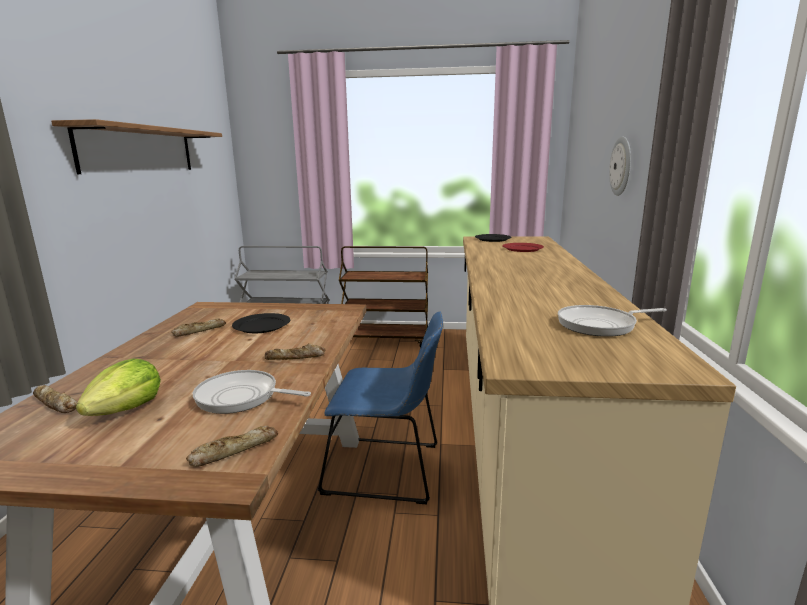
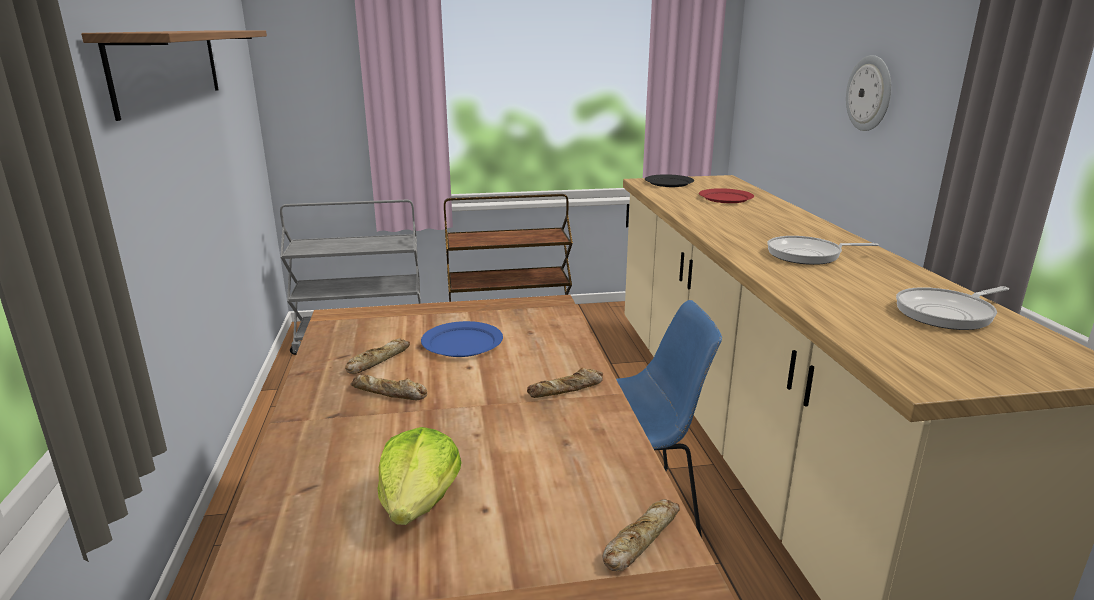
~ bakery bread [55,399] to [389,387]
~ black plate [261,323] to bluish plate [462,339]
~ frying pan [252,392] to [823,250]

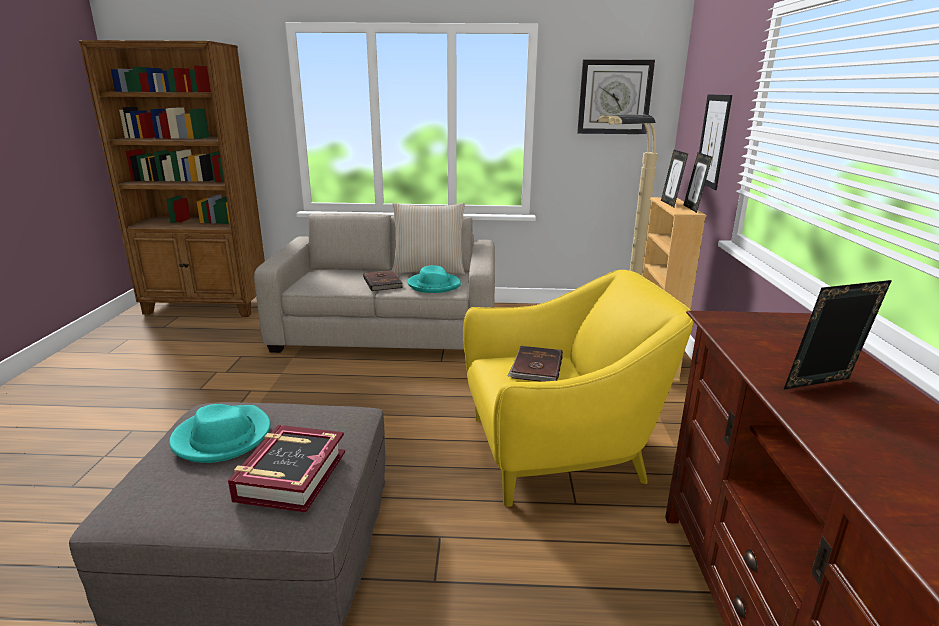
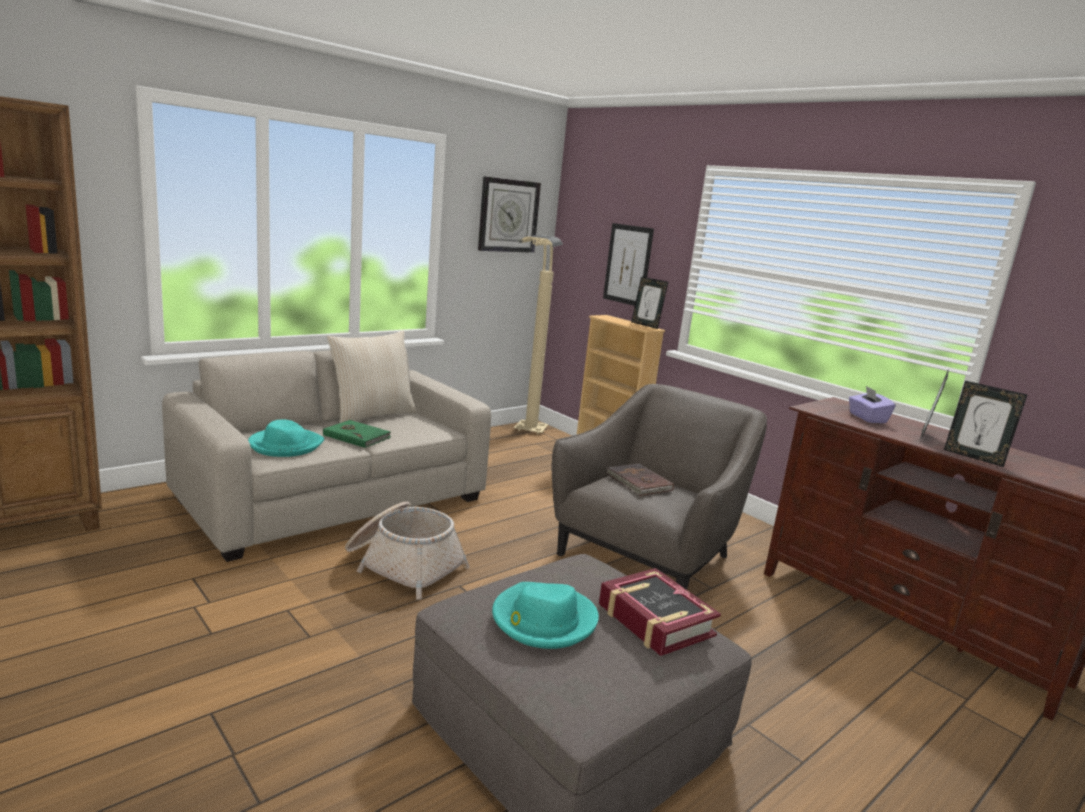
~ turquoise wearable hat [434,279] to [286,438]
~ brown-coloured volume [383,280] to green-coloured volume [357,434]
+ basket [407,551]
~ yellow-coloured armchair [578,388] to gray armchair [659,487]
+ purplish tissue box [872,404]
~ photo frame [674,178] to [985,424]

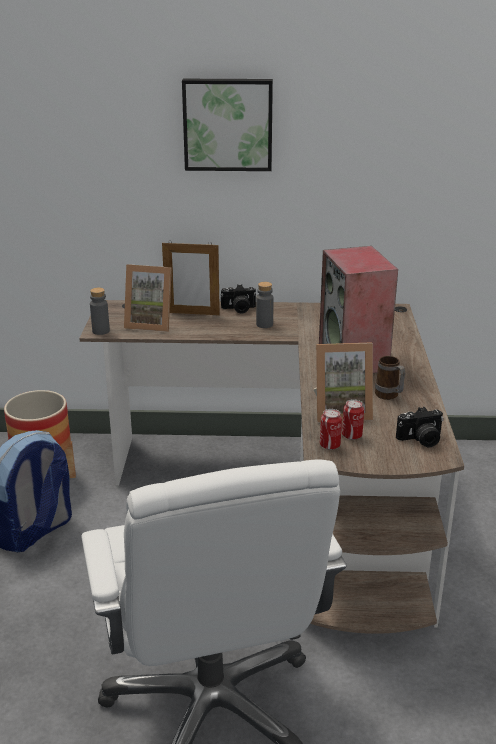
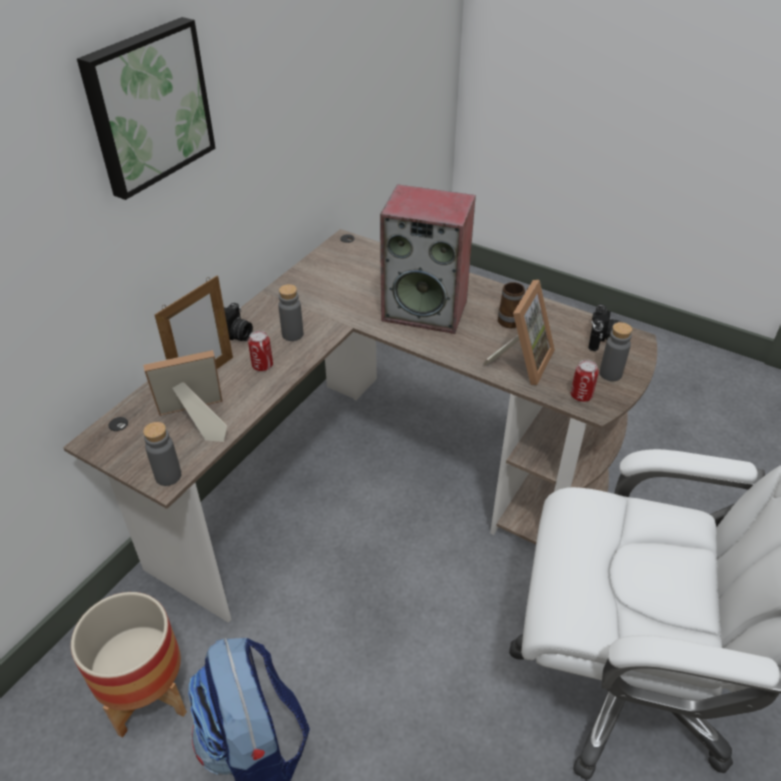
~ photo frame [148,298] = [185,396] 150 degrees counterclockwise
~ can [353,419] to [260,350]
+ gray beverage bottle [615,351]

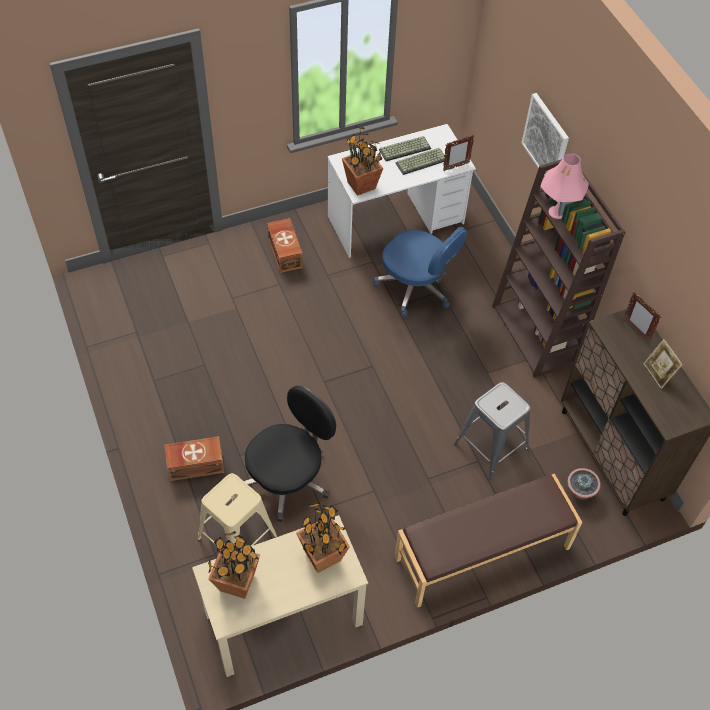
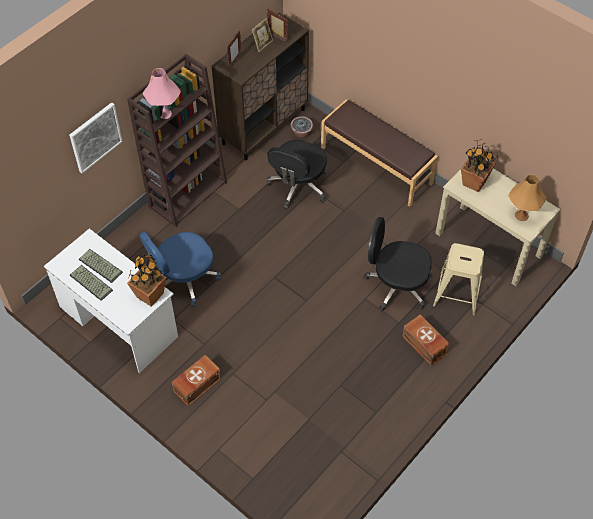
~ bluish office chair [420,272] = [180,269] 135 degrees counterclockwise
~ photo frame [458,153] to [277,26]
~ gray stool seat [492,431] to black office chair [297,175]
~ plant in a pot [234,565] to orangey table lamp [527,198]

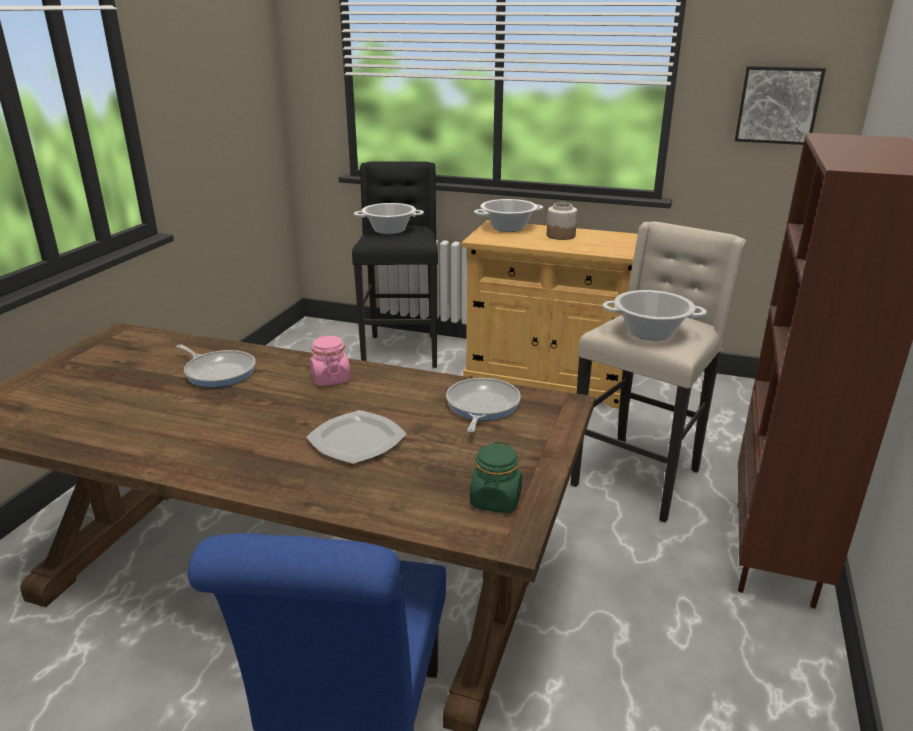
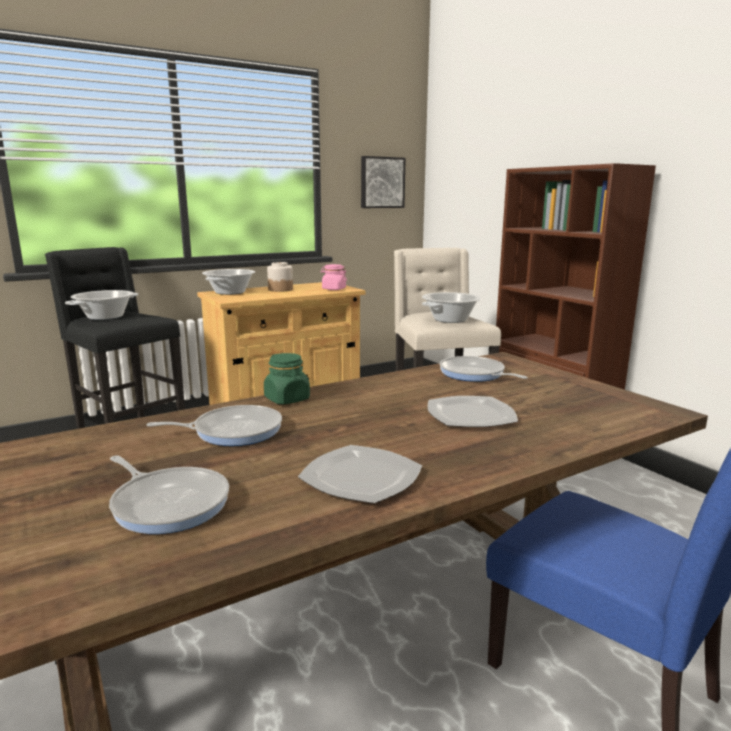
+ frying pan [169,494]
~ green-coloured storage jar [496,477] to [287,378]
+ plate [360,474]
~ pink storage jar [330,361] to [334,277]

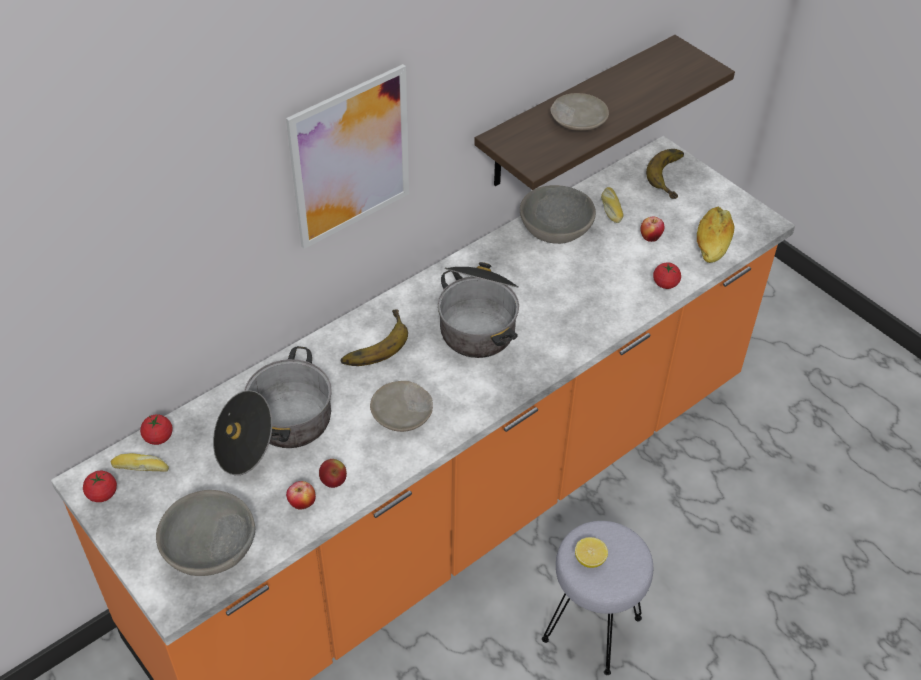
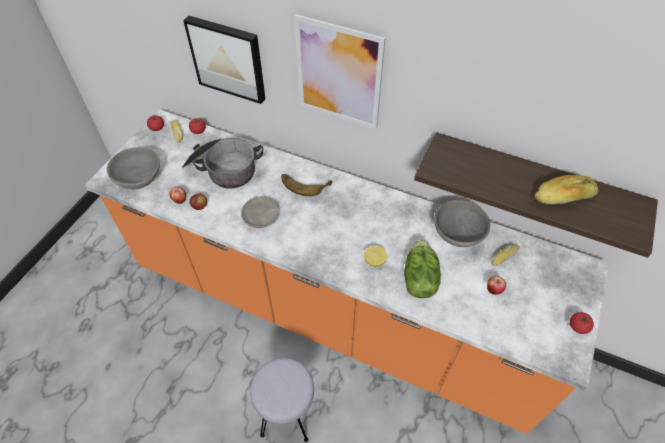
+ wall picture [224,60]
~ whole lemon [591,552] to [375,256]
+ lettuce [422,269]
~ bakery bread [715,235] to [566,189]
~ fresh tomato [667,275] to [582,323]
- saucepot [478,310]
- beige-coloured plate [579,112]
- banana fruit [665,174]

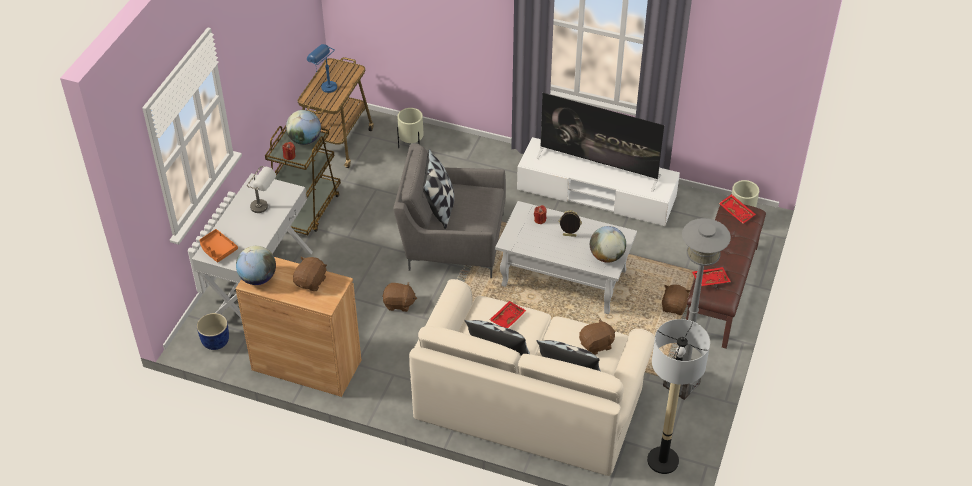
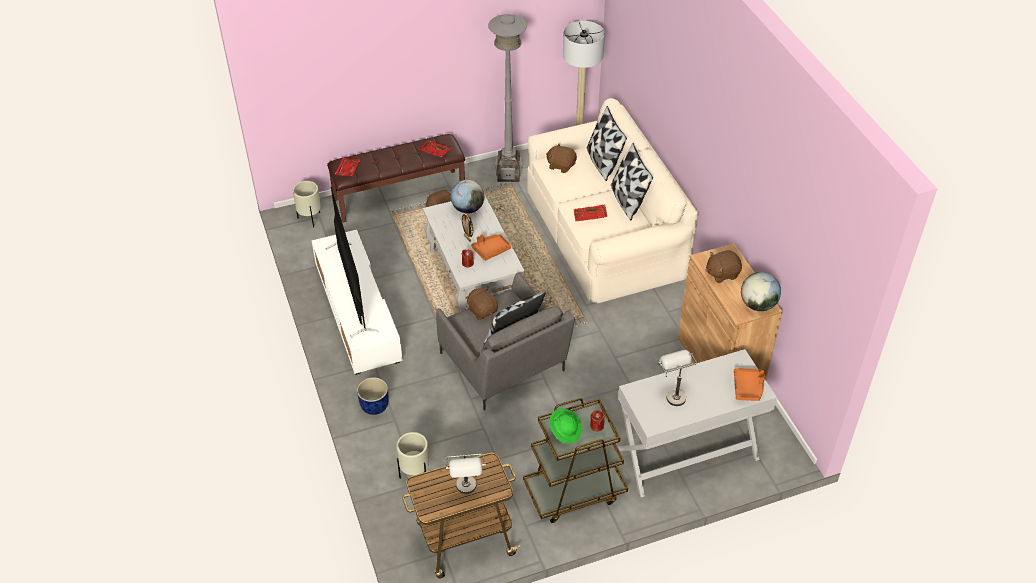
~ bluish planter [213,331] to [373,396]
~ bluish table lamp [322,68] to gray table lamp [466,474]
~ brown-coloured plush toy [399,297] to [482,303]
+ orangey tray [491,247]
~ globe [303,127] to green-coloured wearable hat [565,426]

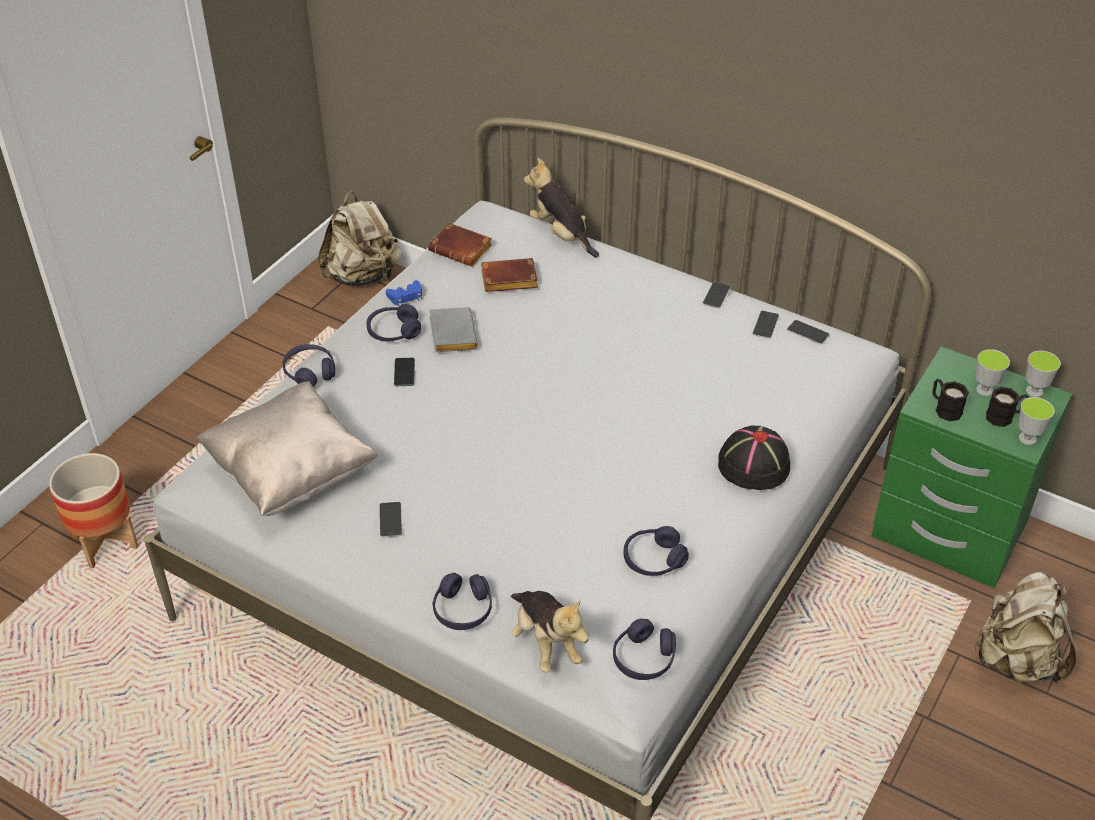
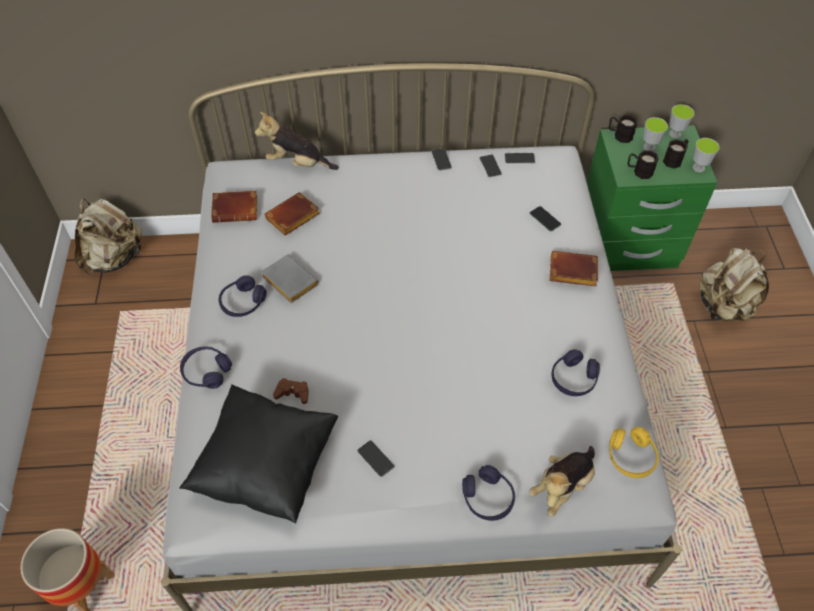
~ beige-coloured pillow [286,448] to black pillow [258,453]
+ brown-coloured game controller [291,391]
~ plush toy [550,632] = [562,481] 105 degrees clockwise
~ phone [404,372] to [545,218]
~ black wearable hat [754,458] to brown-coloured volume [574,268]
+ black coffee mug [623,129]
~ purplish headset [644,649] to yellow-coloured headset [634,452]
- bluish game controller [404,293]

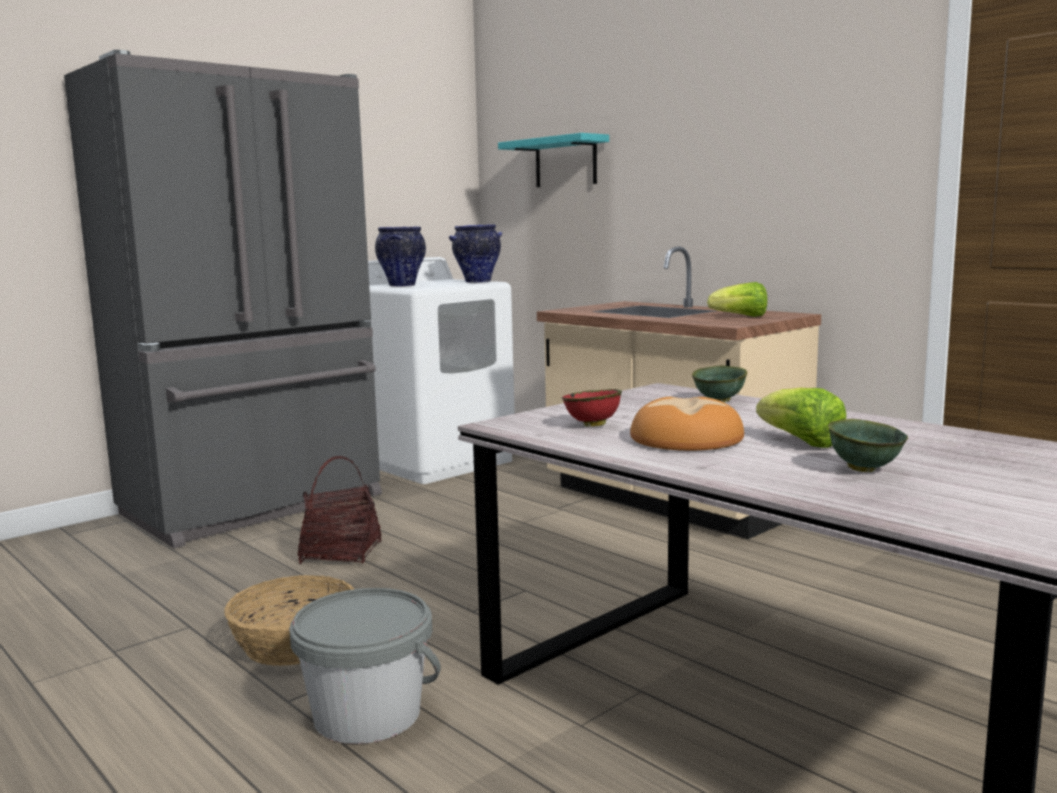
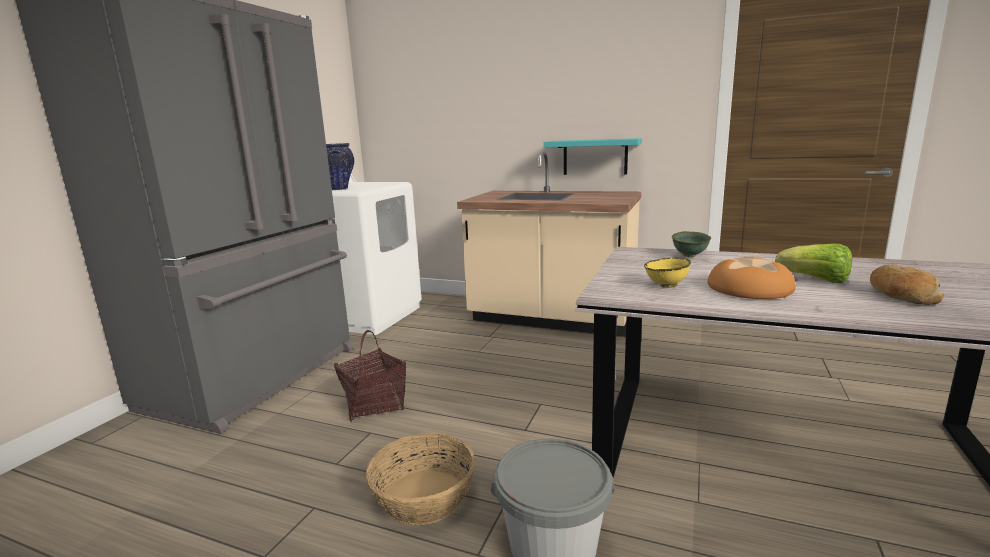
~ turquoise bracket shelf [553,160] to [593,156]
~ red-coloured deep dish [592,408] to yellow-coloured deep dish [667,272]
~ green-coloured deep dish [868,445] to bakery bread [907,284]
- decorative vase [475,254]
- lettuce [737,299]

